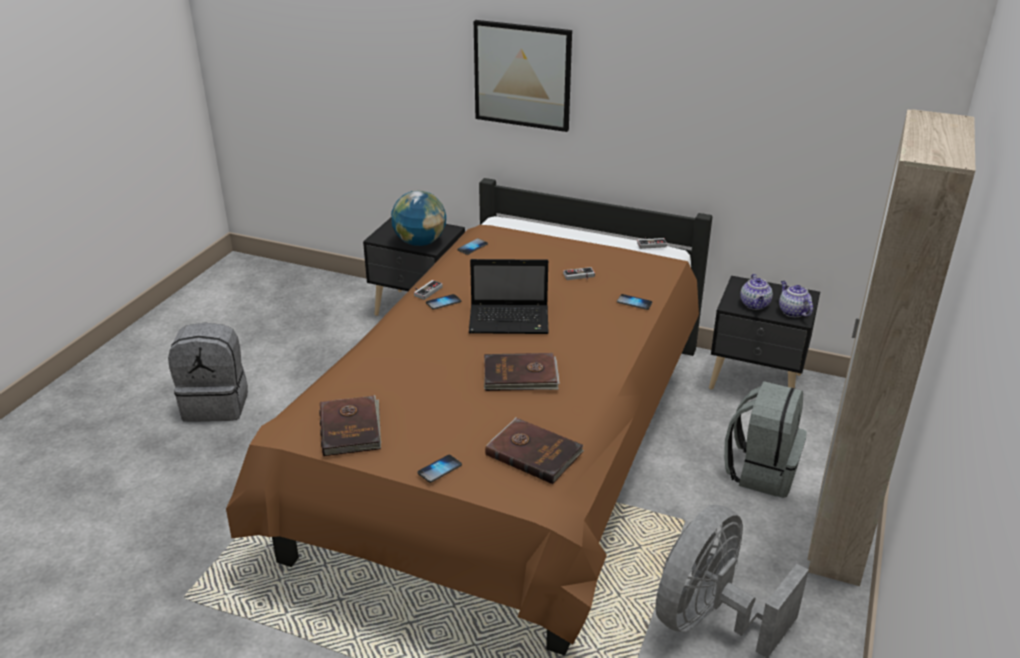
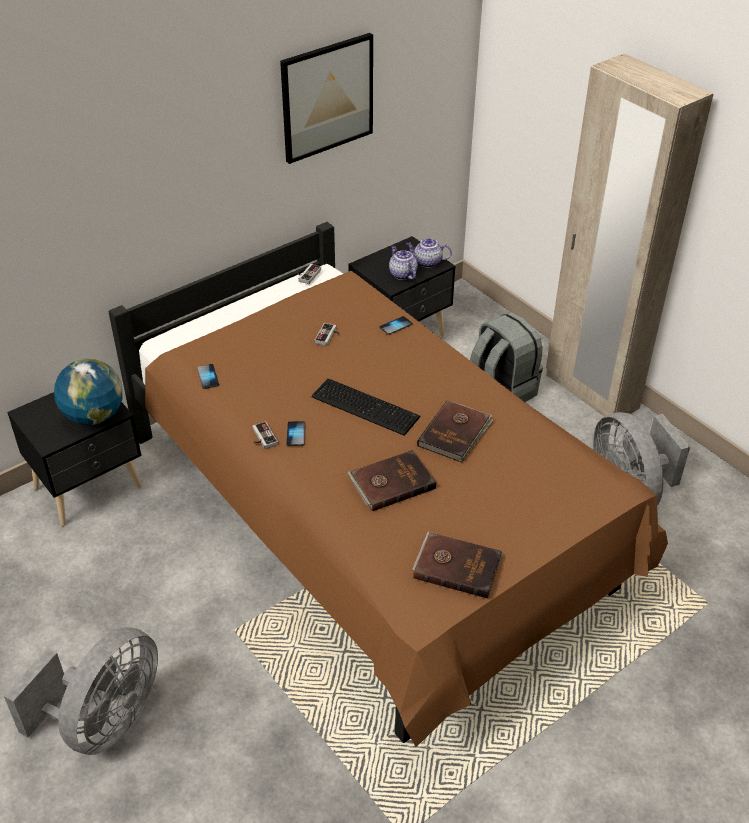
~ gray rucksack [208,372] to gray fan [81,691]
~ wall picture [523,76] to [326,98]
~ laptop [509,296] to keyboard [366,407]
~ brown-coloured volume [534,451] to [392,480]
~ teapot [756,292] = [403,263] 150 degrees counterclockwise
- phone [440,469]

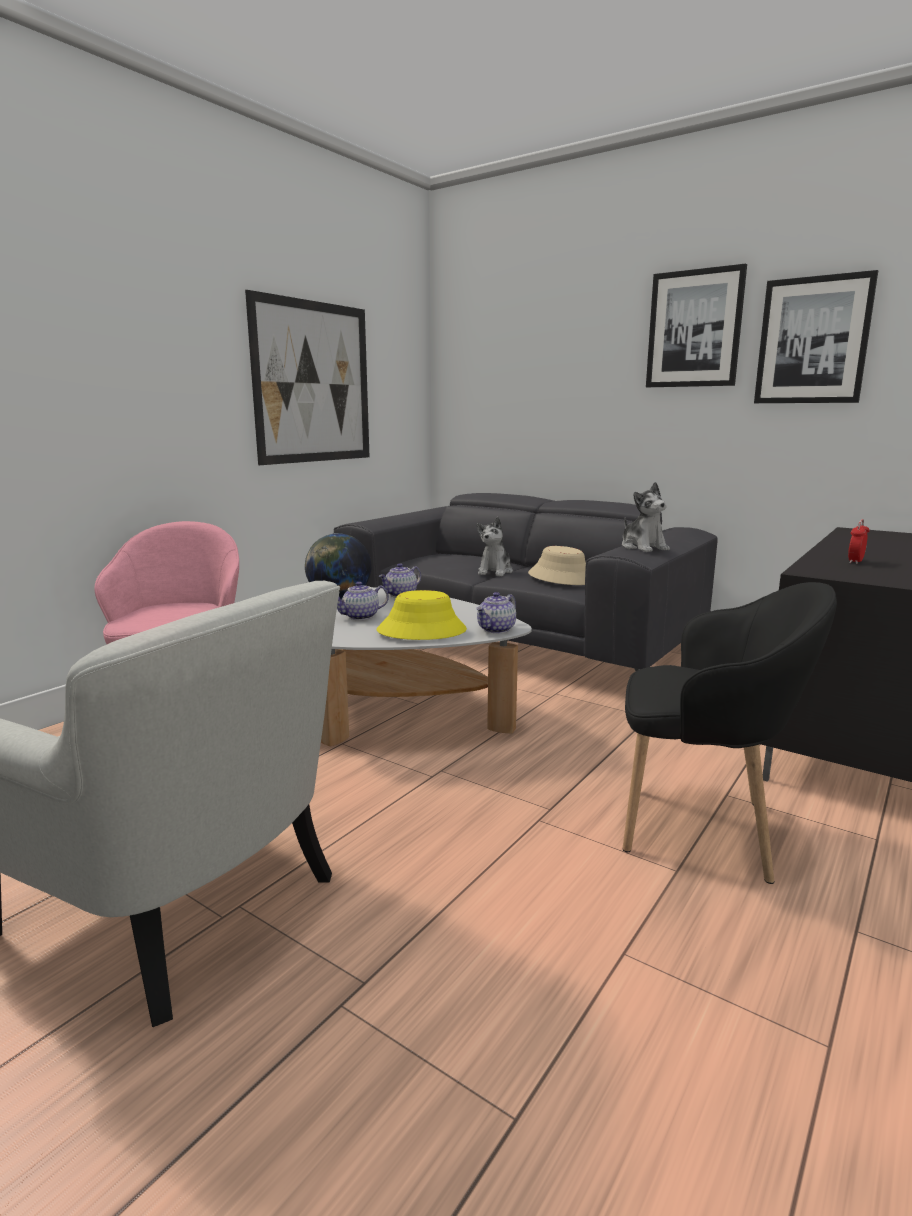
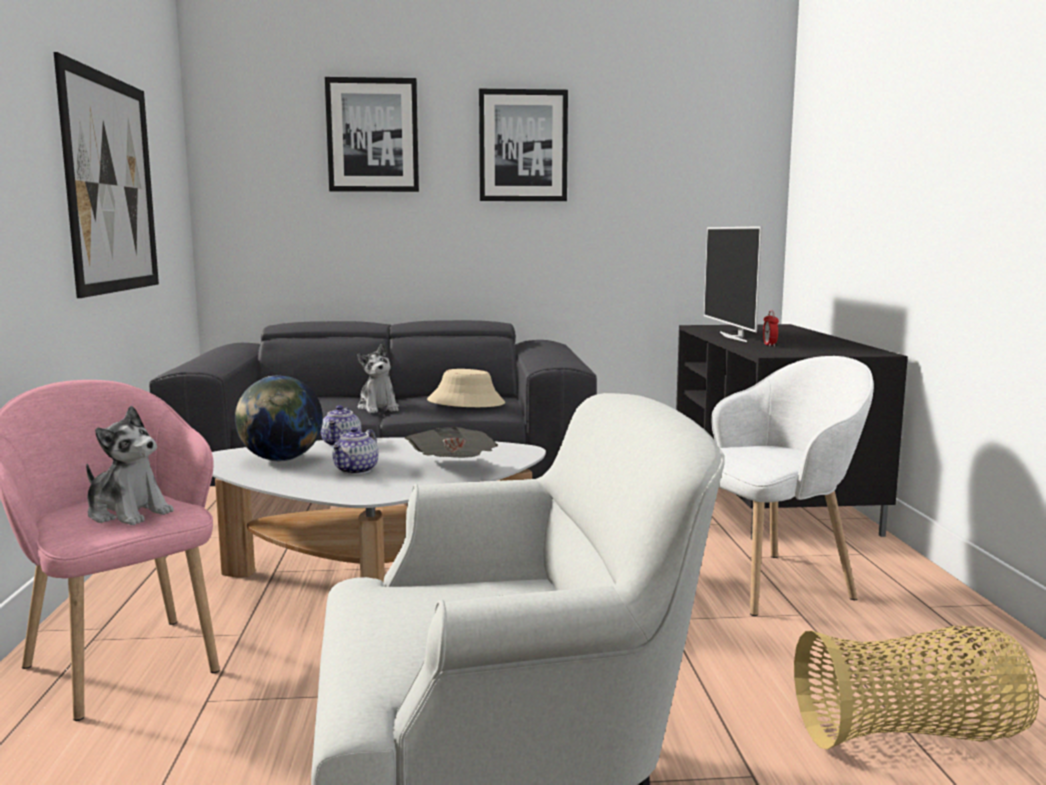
~ plush toy [646,517] to [130,465]
~ wall picture [816,336] to [372,134]
~ yellow-coloured wearable hat [422,615] to printed paper [451,442]
+ TV set [733,284]
~ black armchair [730,733] to whitish armchair [792,486]
+ basket [916,688]
- teapot [496,612]

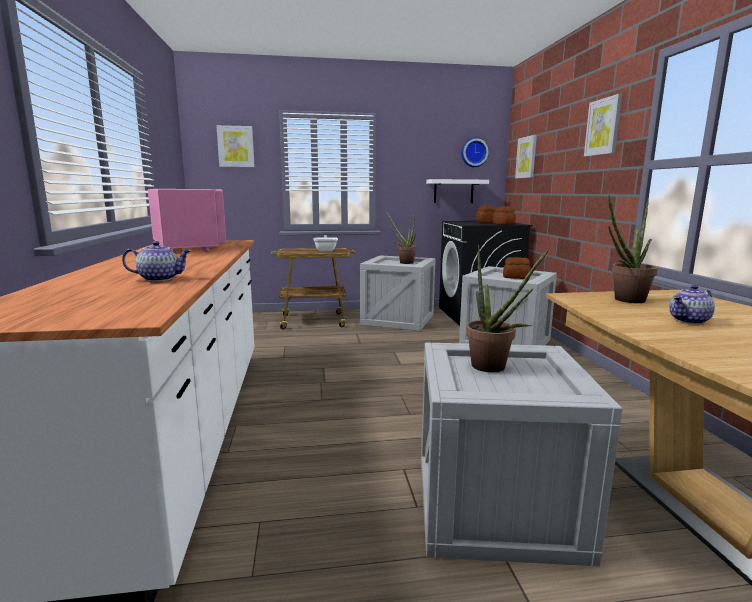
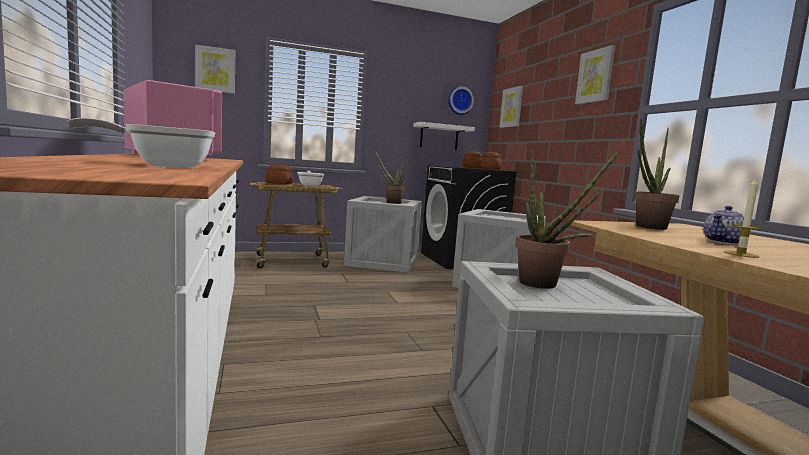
~ teapot [156,261] to frying pan [141,143]
~ bakery bread [517,268] to [279,174]
+ candle [743,217]

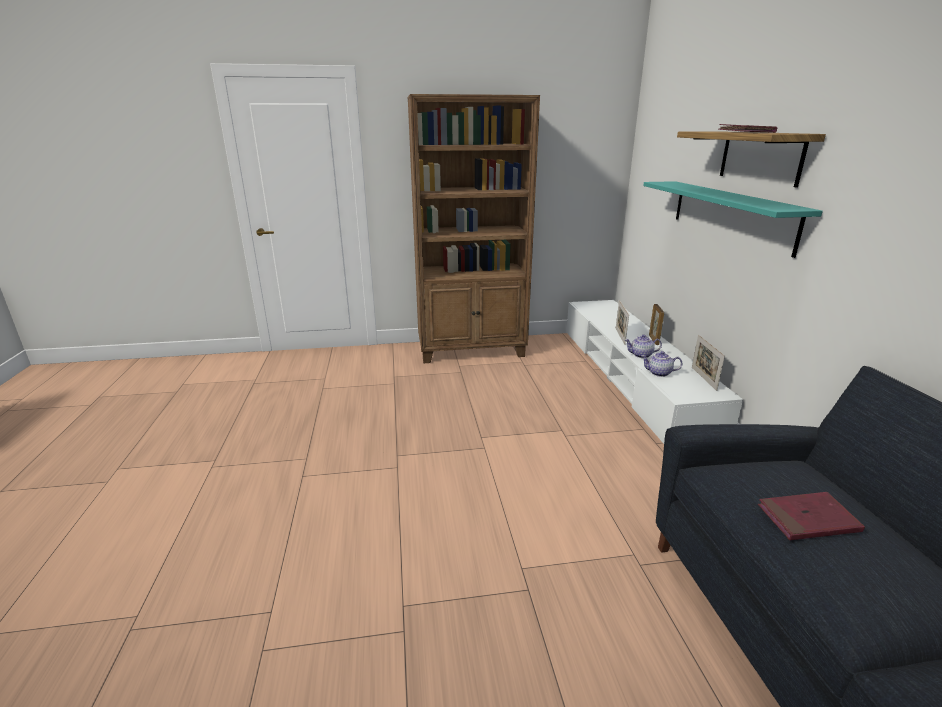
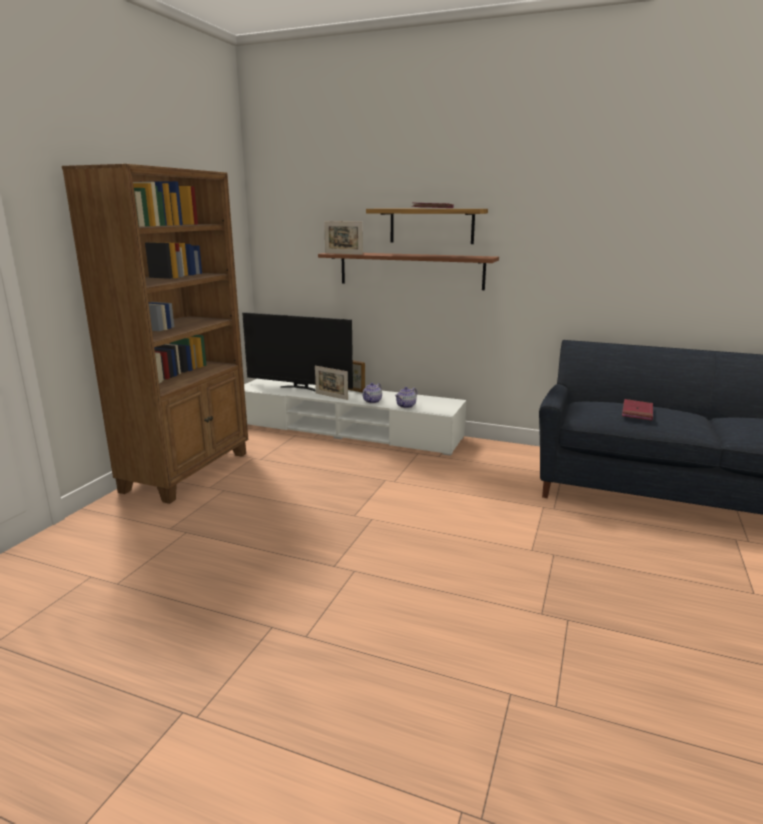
+ TV set [297,351]
~ turquoise bracket shelf [733,219] to brown-coloured bracket shelf [408,271]
~ photo frame [708,363] to [343,238]

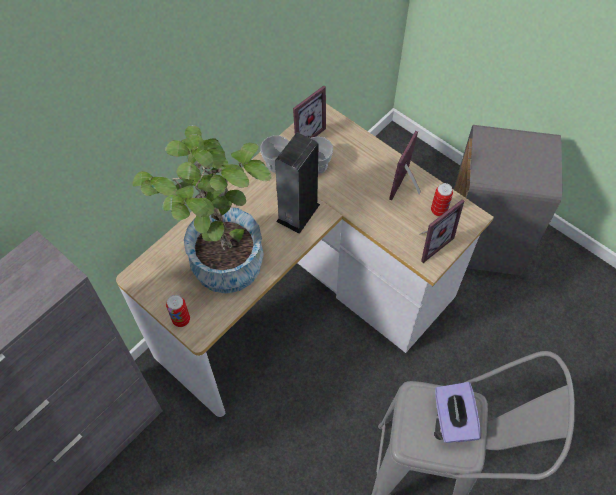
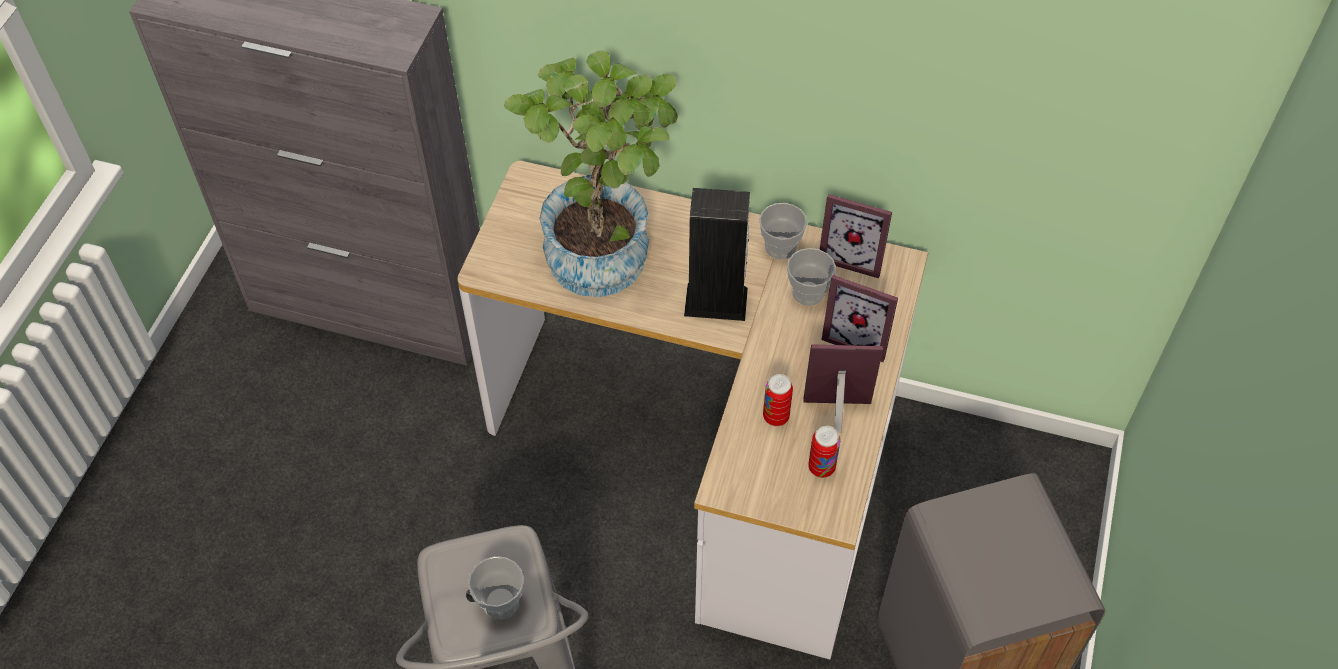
~ purplish tissue box [458,412] to drinking cup [496,587]
~ can [178,311] to [778,400]
~ photo frame [442,231] to [860,318]

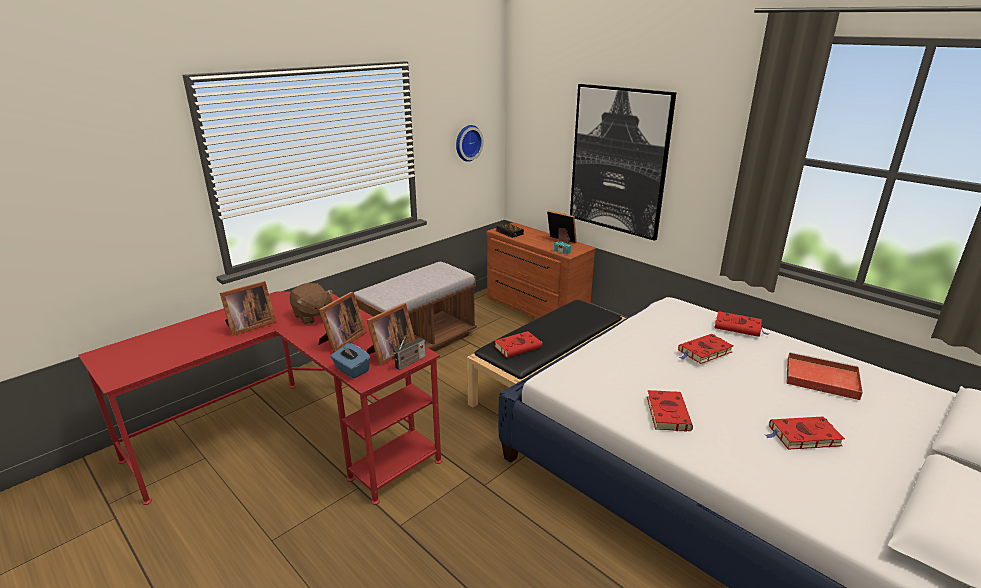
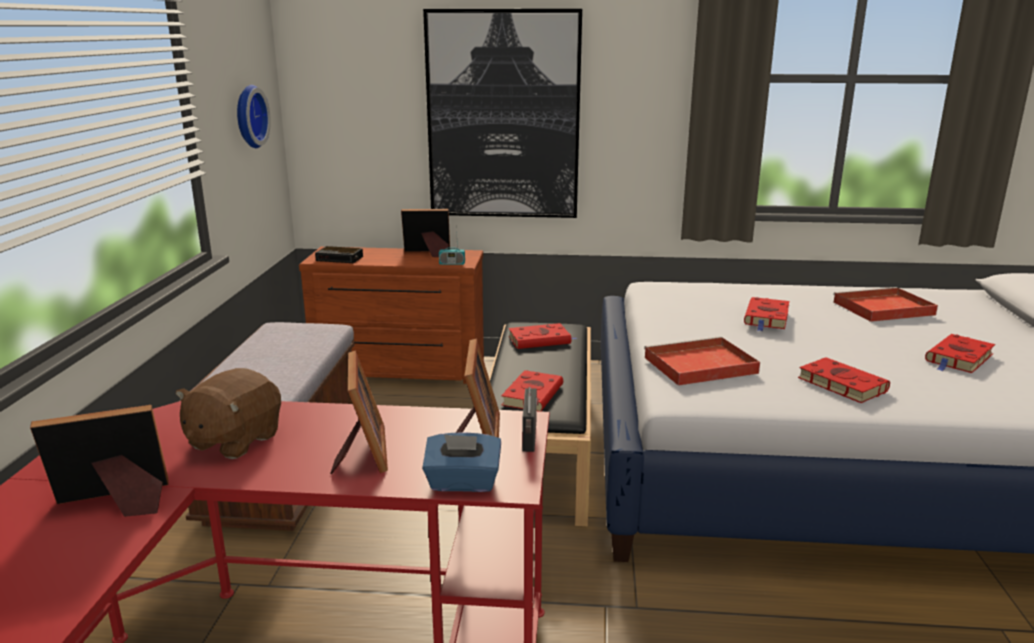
~ photo frame [248,308] = [99,461] 120 degrees counterclockwise
~ brown-coloured plush toy [311,304] = [228,413] 105 degrees clockwise
~ red-coloured volume [741,324] to [543,336]
+ red-coloured tray [702,361]

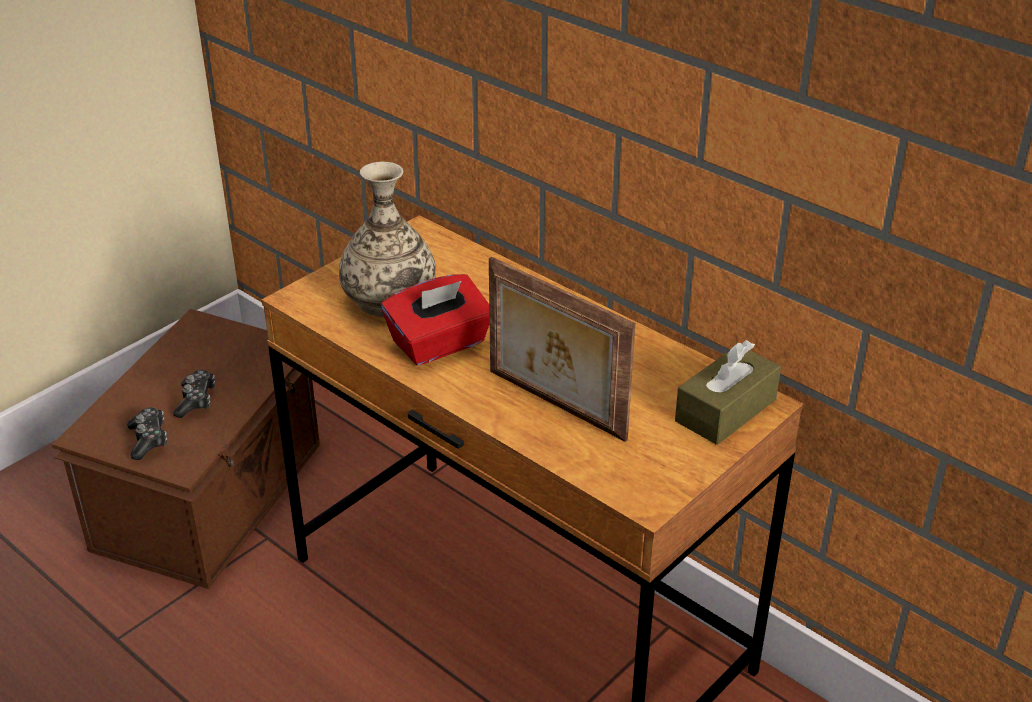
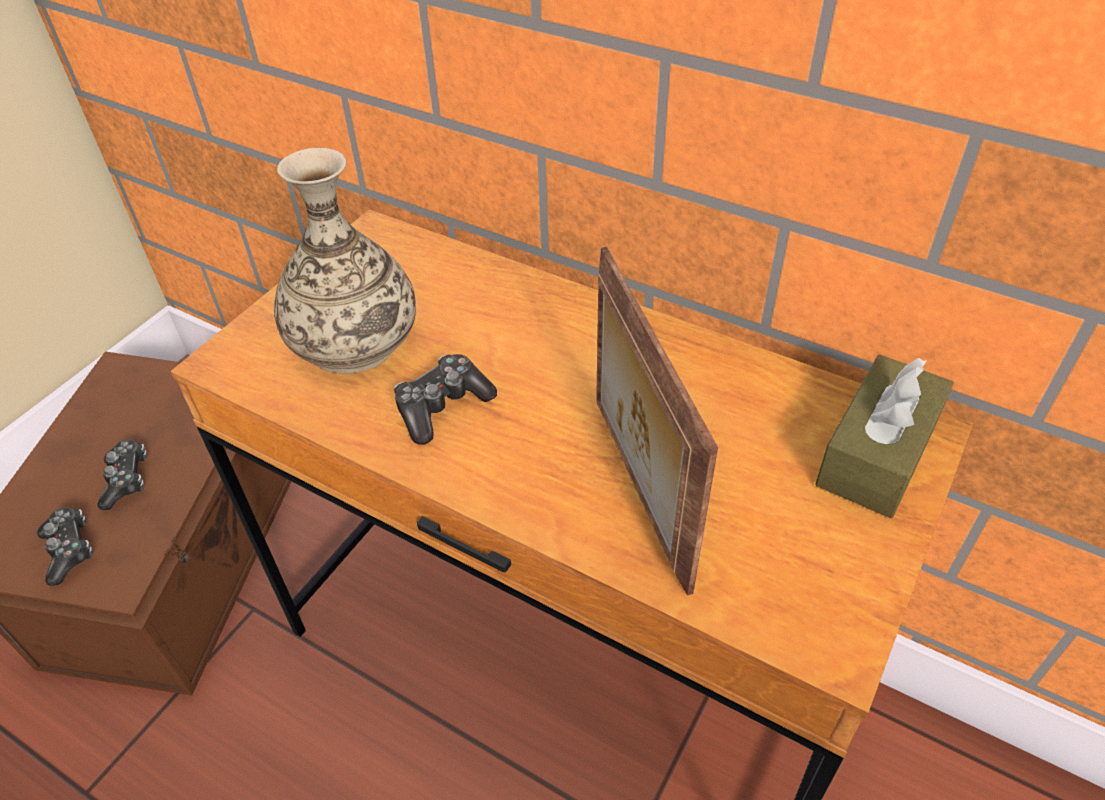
~ red-coloured tissue box [435,319] to game controller [445,399]
~ photo frame [562,349] = [657,421] 45 degrees clockwise

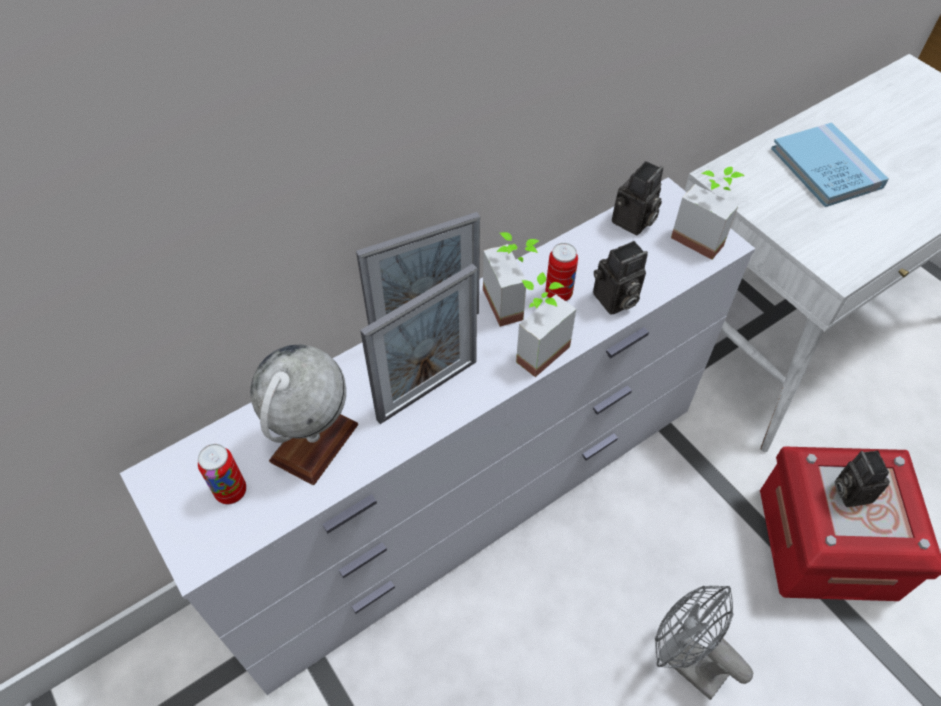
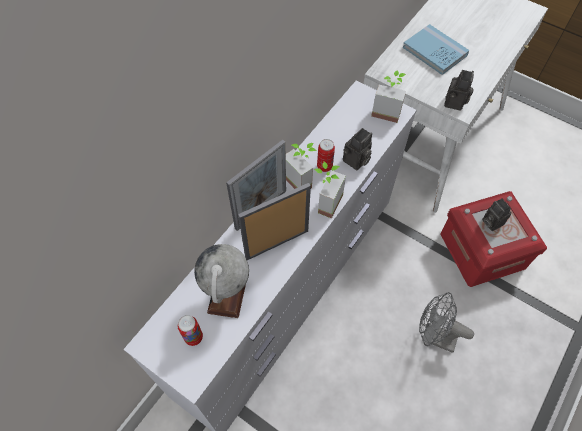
~ photo frame [418,344] = [274,221] 150 degrees counterclockwise
~ photo camera [637,198] to [459,90]

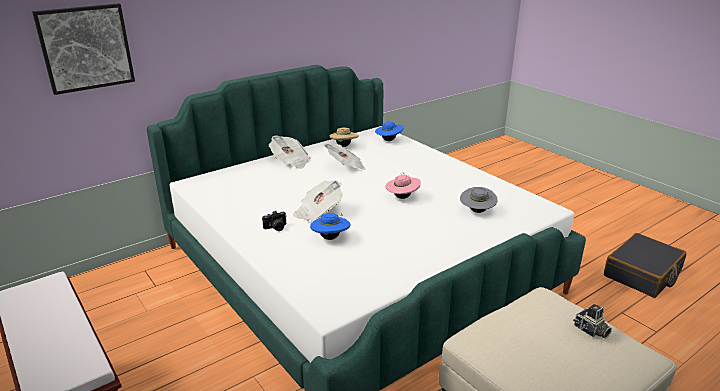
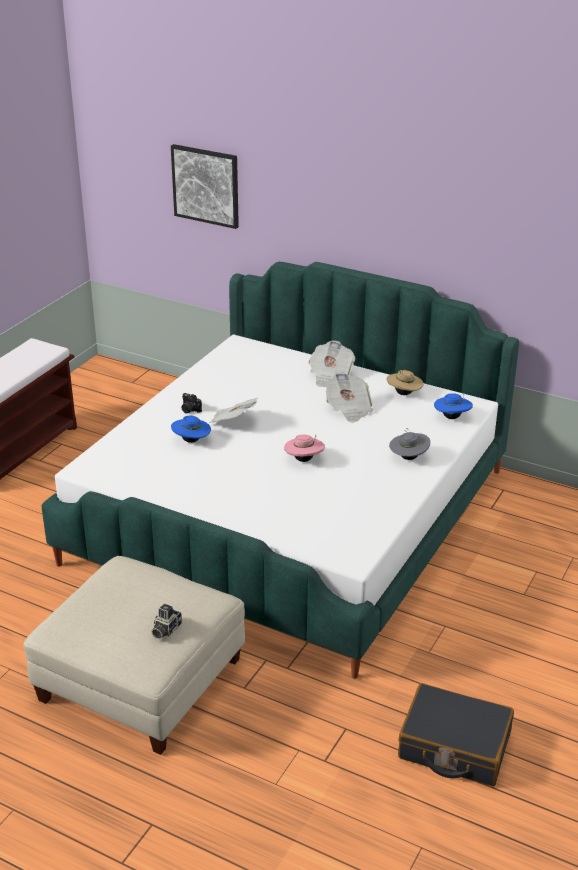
~ gray wearable hat [479,200] to [409,445]

